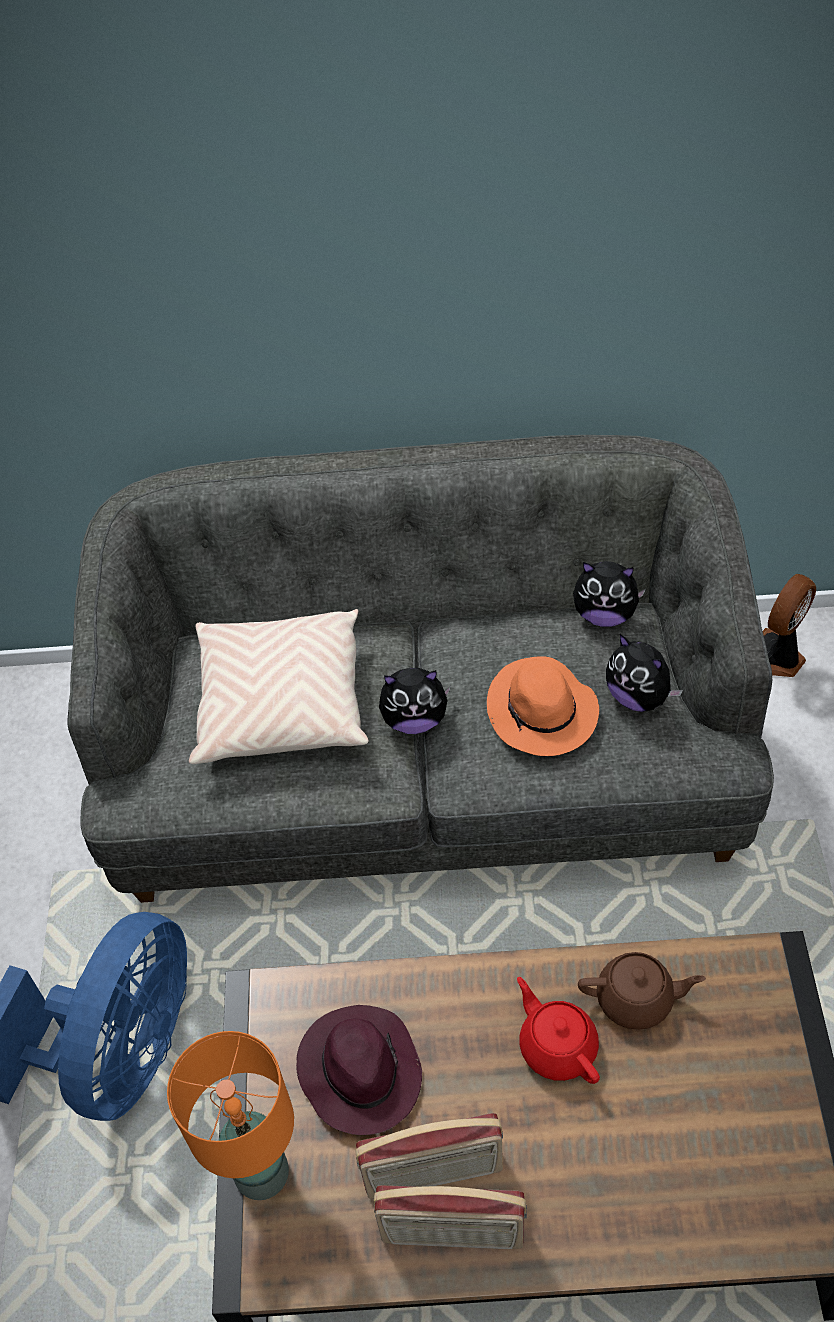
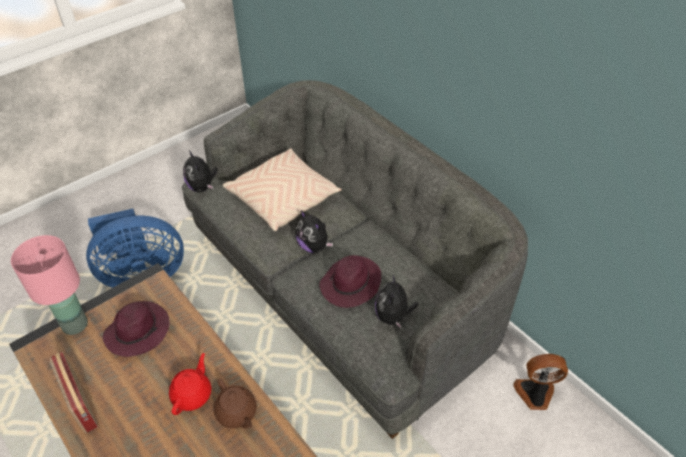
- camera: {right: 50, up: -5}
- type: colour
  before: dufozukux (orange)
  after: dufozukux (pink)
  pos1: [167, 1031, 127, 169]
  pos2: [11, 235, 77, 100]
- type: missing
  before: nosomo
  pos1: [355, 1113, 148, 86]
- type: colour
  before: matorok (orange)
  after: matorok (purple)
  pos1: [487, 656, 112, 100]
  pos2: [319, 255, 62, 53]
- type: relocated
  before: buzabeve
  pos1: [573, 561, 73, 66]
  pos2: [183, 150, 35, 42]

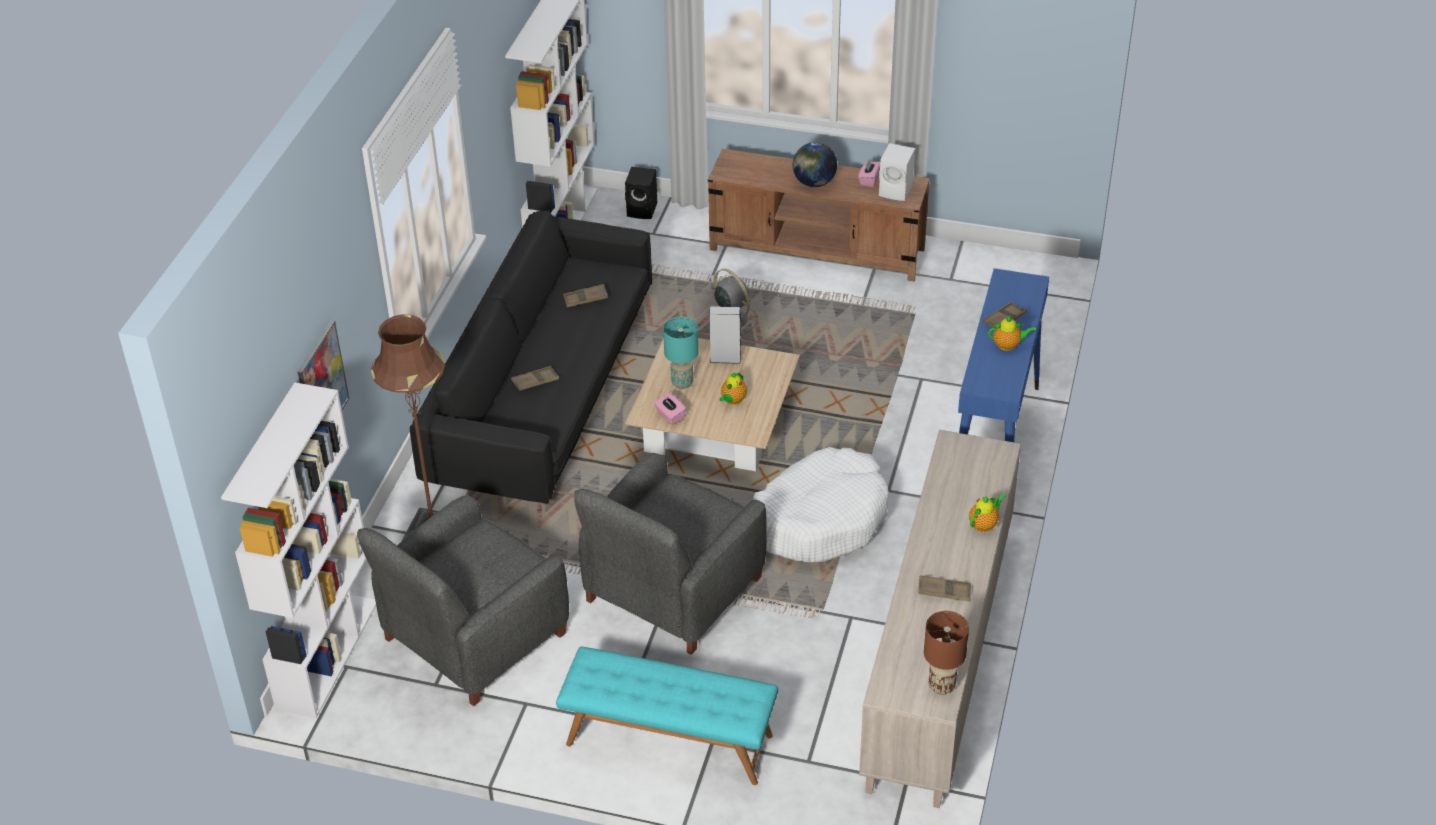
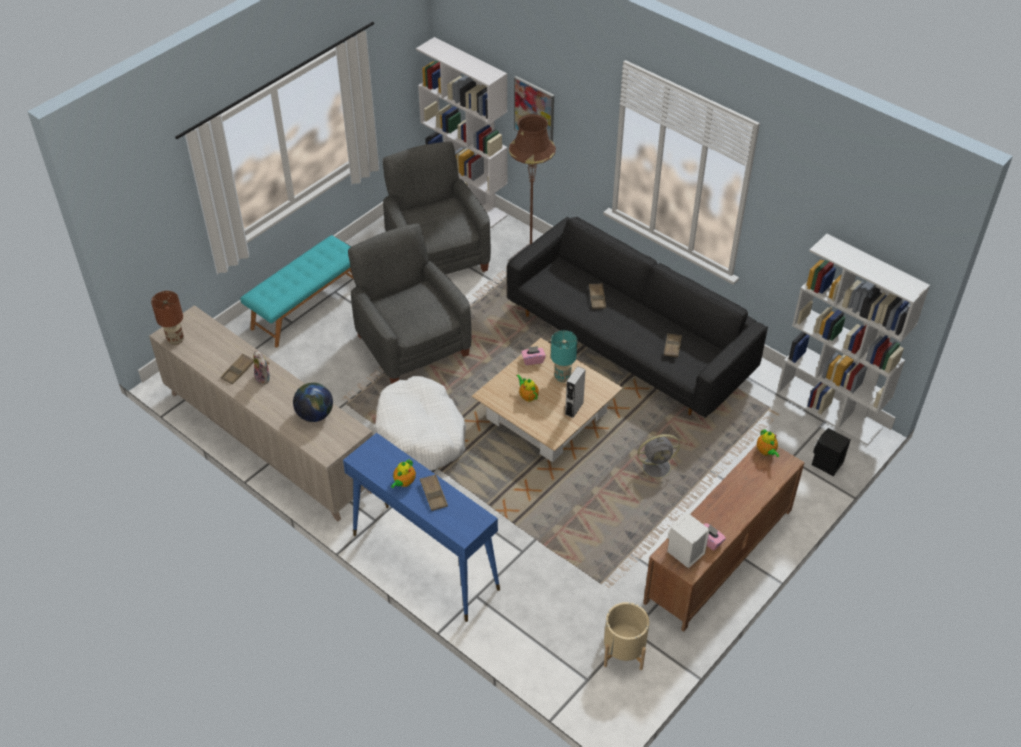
- camera: {right: 115, up: 5}
- type: relocated
  before: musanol
  pos1: [793, 142, 44, 45]
  pos2: [293, 382, 40, 40]
- type: relocated
  before: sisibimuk
  pos1: [969, 493, 37, 39]
  pos2: [757, 429, 22, 28]
- type: appeared
  after: buzabeve
  pos2: [253, 350, 17, 35]
- type: appeared
  after: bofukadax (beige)
  pos2: [604, 602, 45, 68]

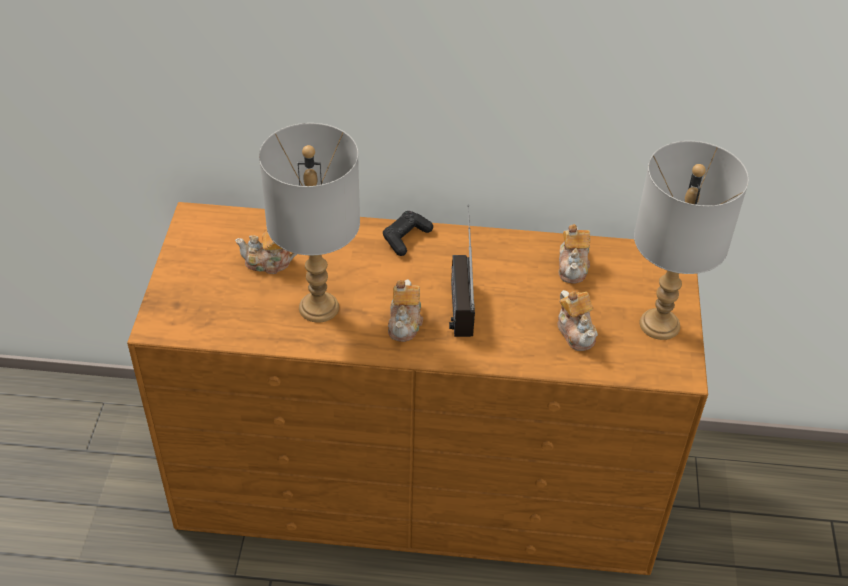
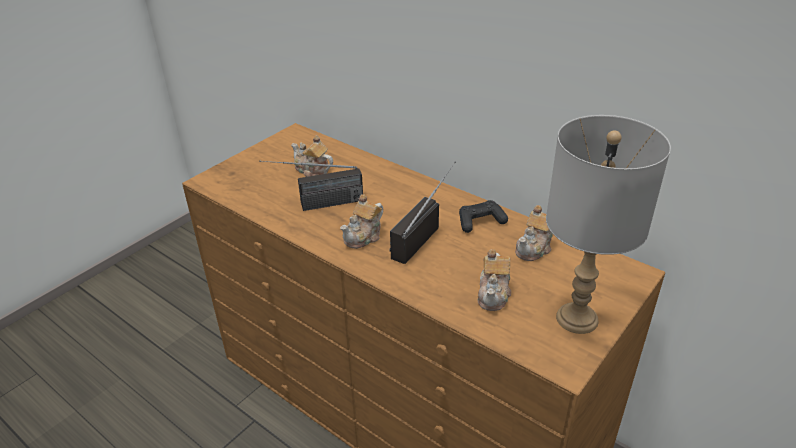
- camera: {right: 35, up: -10}
- type: exchanged
  before: dufozukux (grey)
  after: nosomo
  pos1: [259, 123, 101, 200]
  pos2: [259, 161, 104, 50]
- type: relocated
  before: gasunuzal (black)
  pos1: [383, 211, 50, 45]
  pos2: [459, 200, 49, 33]

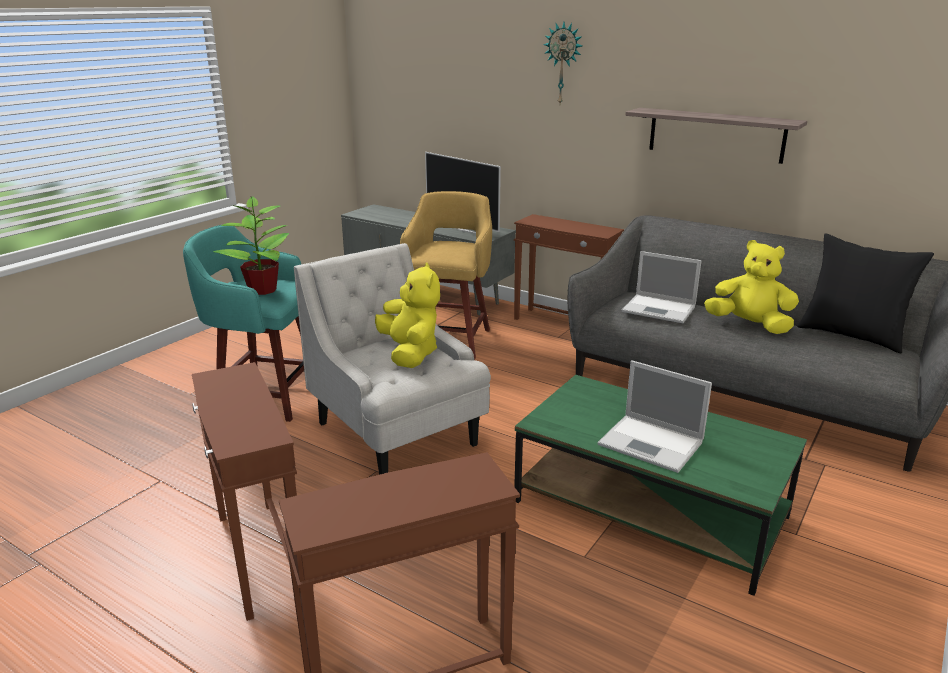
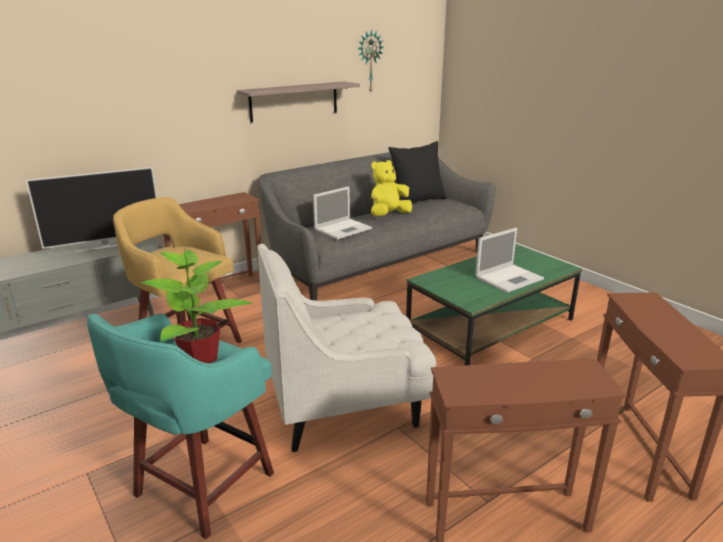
- camera: {right: -70, up: 0}
- type: missing
  before: buzabeve (yellow)
  pos1: [375, 263, 65, 105]
- type: relocated
  before: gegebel
  pos1: [543, 22, 39, 82]
  pos2: [358, 29, 26, 63]

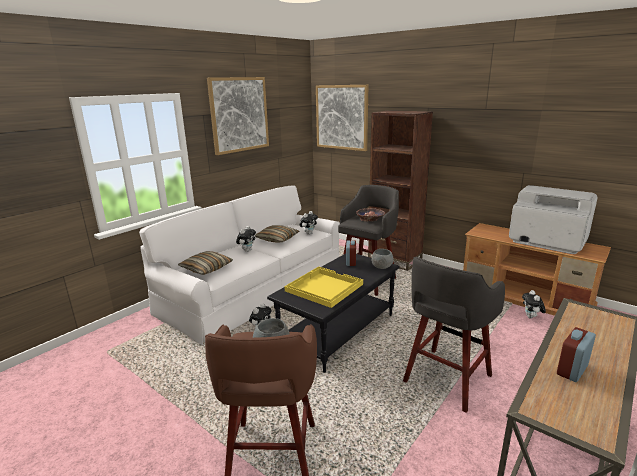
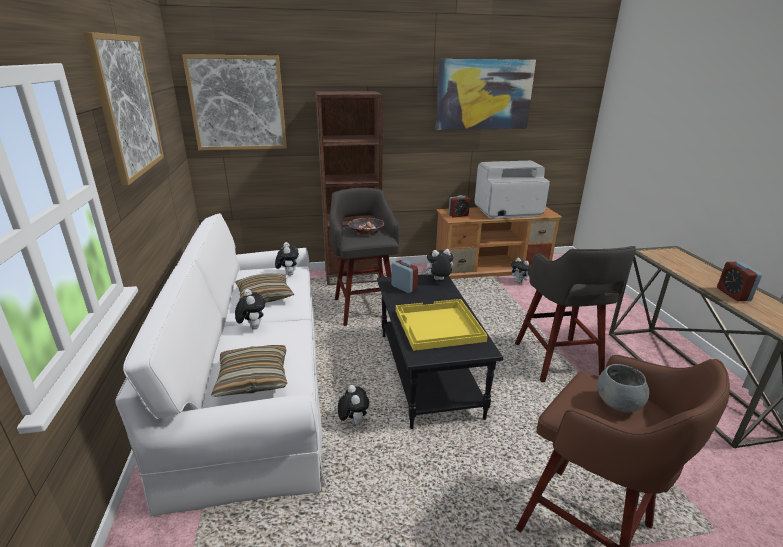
- camera: {right: -50, up: 5}
- type: exchanged
  before: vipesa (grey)
  after: buzabeve
  pos1: [371, 249, 23, 20]
  pos2: [423, 249, 31, 31]
- type: appeared
  after: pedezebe
  pos2: [436, 59, 100, 71]
- type: appeared
  after: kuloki
  pos2: [448, 195, 22, 23]

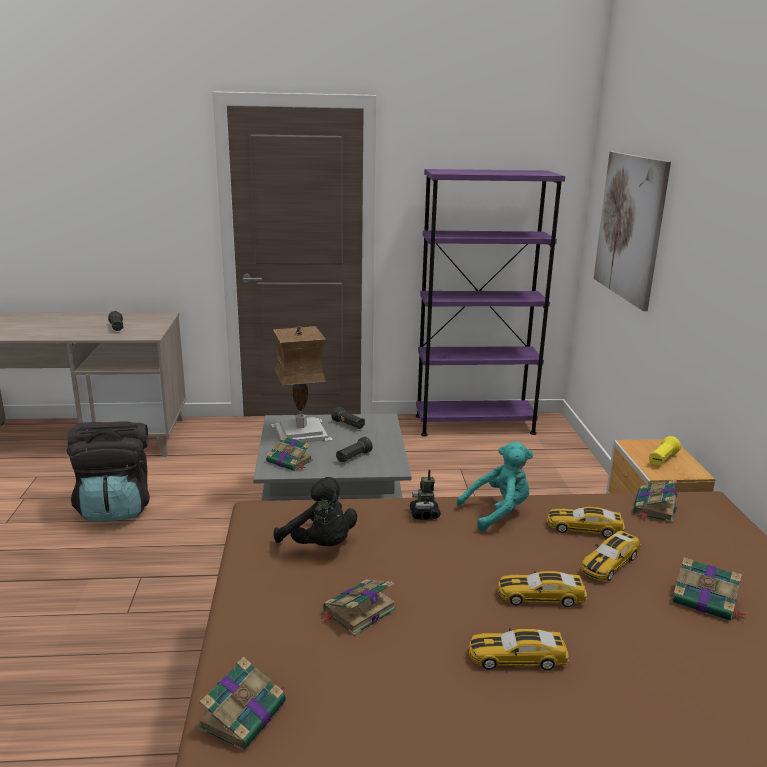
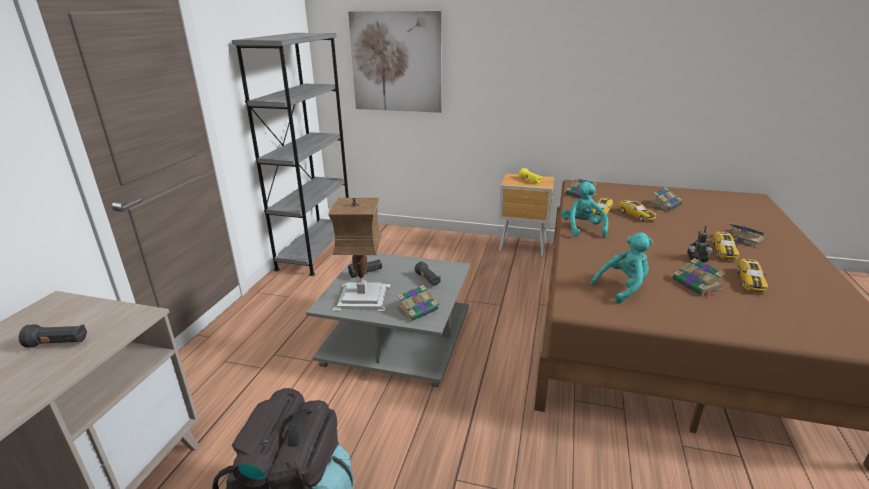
- camera: {right: -70, up: 5}
- type: relocated
  before: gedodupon
  pos1: [198, 657, 88, 94]
  pos2: [724, 223, 41, 24]
- type: colour
  before: buzabeve (black)
  after: buzabeve (turquoise)
  pos1: [274, 477, 83, 69]
  pos2: [590, 232, 63, 72]
- type: relocated
  before: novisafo
  pos1: [410, 470, 31, 50]
  pos2: [688, 226, 24, 36]
- type: colour
  before: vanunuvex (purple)
  after: vanunuvex (grey)
  pos1: [416, 169, 149, 268]
  pos2: [232, 33, 117, 243]
- type: relocated
  before: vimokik
  pos1: [498, 571, 89, 36]
  pos2: [737, 259, 31, 34]

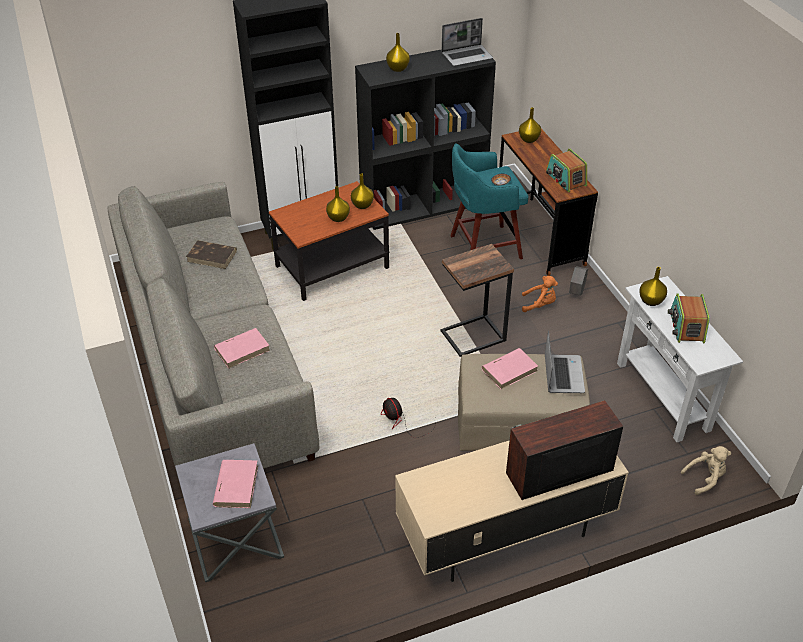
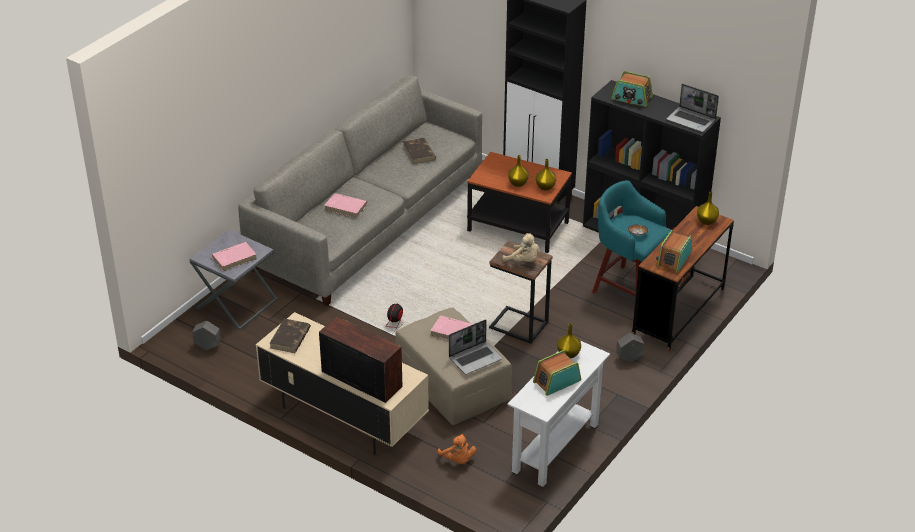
- camera: {right: 55, up: -5}
- type: exchanged
  before: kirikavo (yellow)
  after: nosomo
  pos1: [386, 33, 24, 39]
  pos2: [611, 71, 42, 36]
- type: relocated
  before: buzabeve (orange)
  pos1: [522, 276, 36, 36]
  pos2: [437, 434, 40, 30]
- type: relocated
  before: buzabeve (beige)
  pos1: [681, 446, 50, 49]
  pos2: [502, 233, 37, 29]
- type: appeared
  after: bofukadax (grey)
  pos2: [192, 321, 29, 29]
- type: appeared
  after: gedodupon (brown)
  pos2: [269, 318, 42, 35]

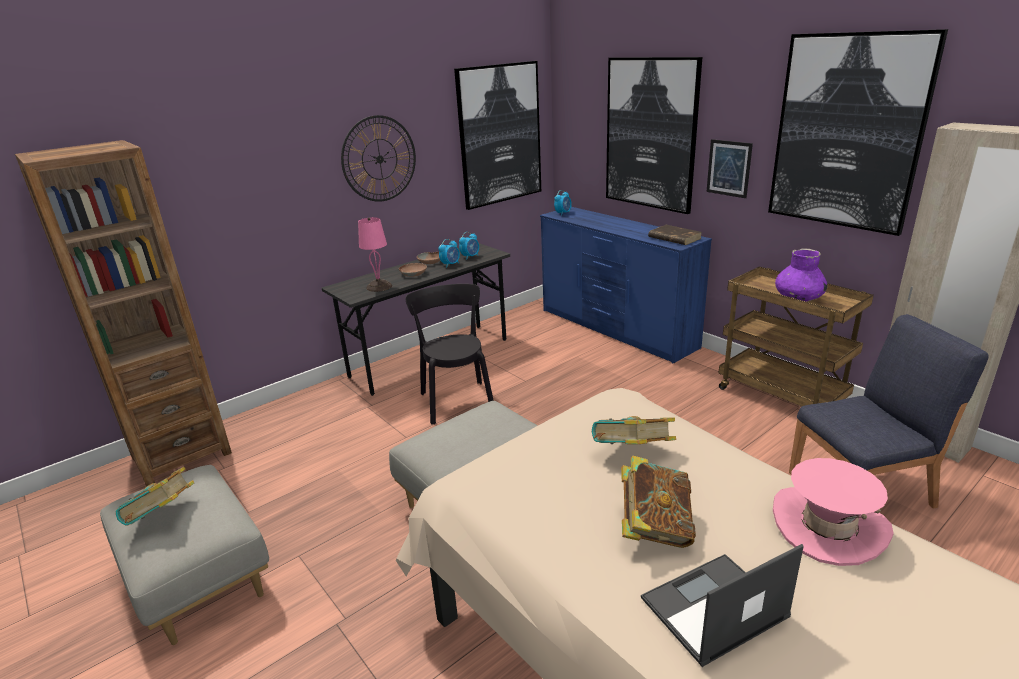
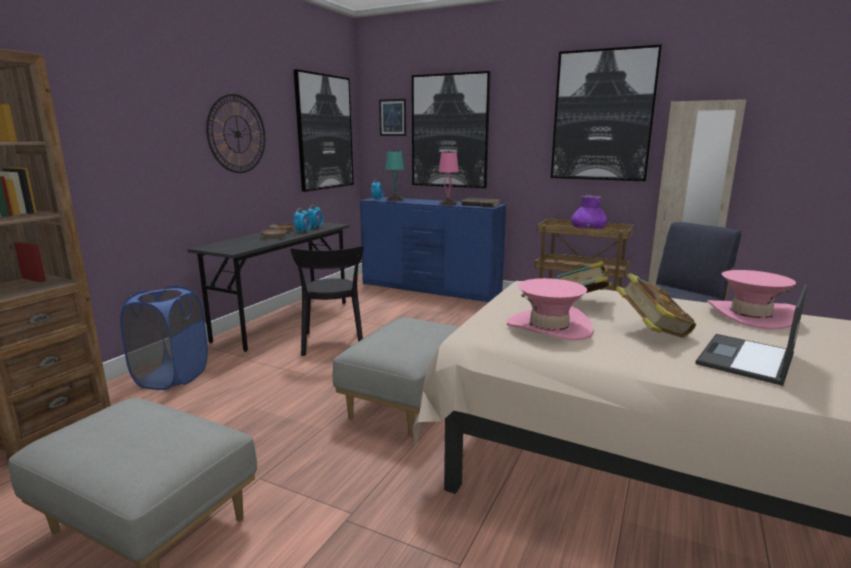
- camera: {right: -25, up: -10}
- type: missing
  before: gedodupon
  pos1: [116, 467, 79, 59]
- type: relocated
  before: dufozukux (pink)
  pos1: [358, 217, 34, 75]
  pos2: [439, 151, 20, 54]
- type: spun
  before: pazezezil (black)
  pos1: [405, 284, 89, 141]
  pos2: [291, 246, 73, 110]
  turn: -150
- type: relocated
  before: pedezebe
  pos1: [706, 139, 47, 59]
  pos2: [379, 99, 27, 37]
- type: appeared
  after: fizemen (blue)
  pos2: [120, 286, 88, 104]
- type: appeared
  after: dufozukux (turquoise)
  pos2: [385, 150, 19, 51]
- type: appeared
  after: matorok (pink)
  pos2: [507, 278, 87, 63]

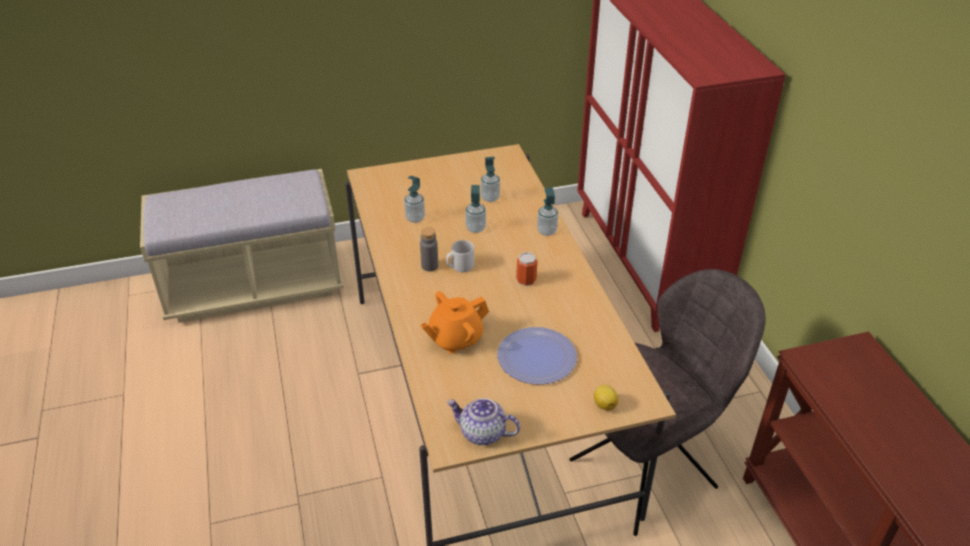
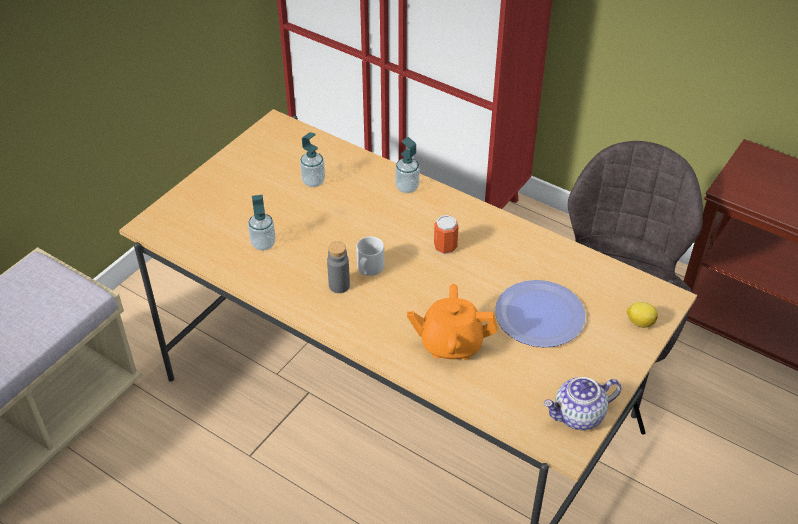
- camera: {right: -40, up: 5}
- type: spun
  before: sisibimuk (orange)
  pos1: [420, 291, 69, 63]
  pos2: [407, 284, 90, 76]
  turn: 75
- type: missing
  before: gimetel
  pos1: [465, 185, 21, 48]

